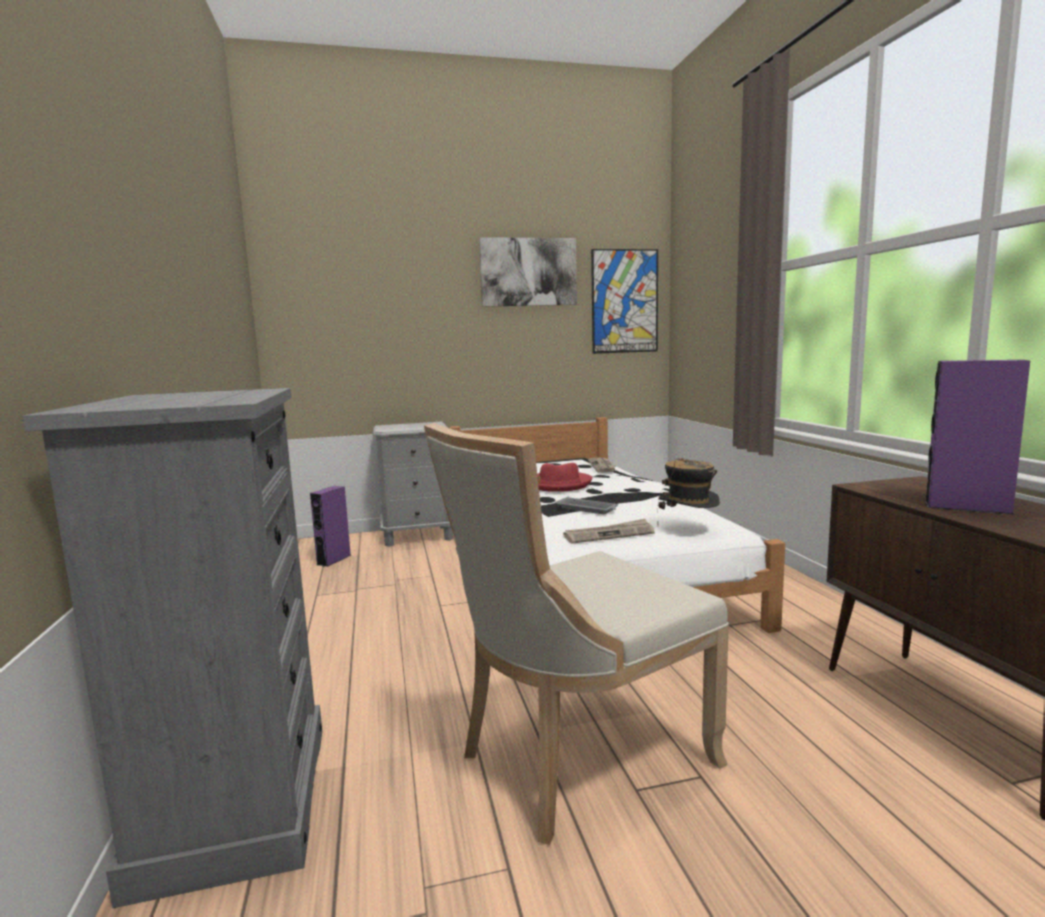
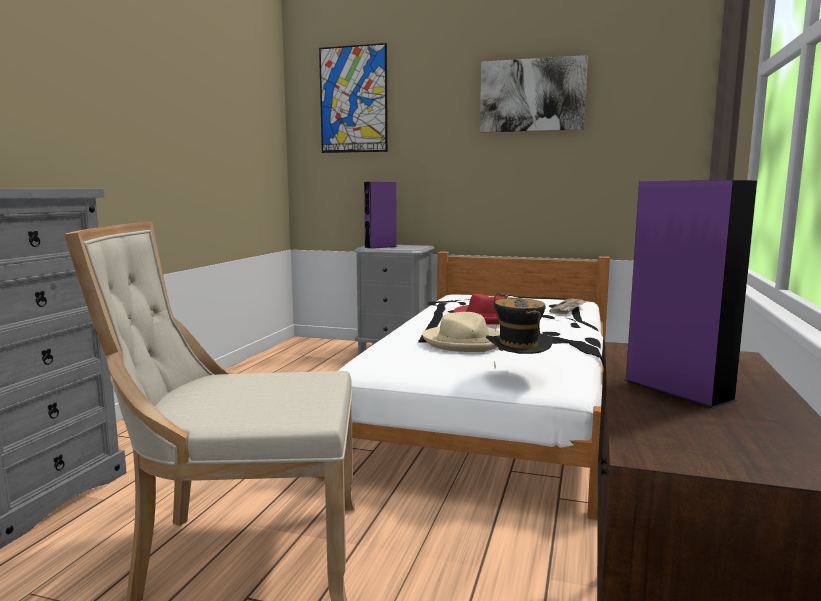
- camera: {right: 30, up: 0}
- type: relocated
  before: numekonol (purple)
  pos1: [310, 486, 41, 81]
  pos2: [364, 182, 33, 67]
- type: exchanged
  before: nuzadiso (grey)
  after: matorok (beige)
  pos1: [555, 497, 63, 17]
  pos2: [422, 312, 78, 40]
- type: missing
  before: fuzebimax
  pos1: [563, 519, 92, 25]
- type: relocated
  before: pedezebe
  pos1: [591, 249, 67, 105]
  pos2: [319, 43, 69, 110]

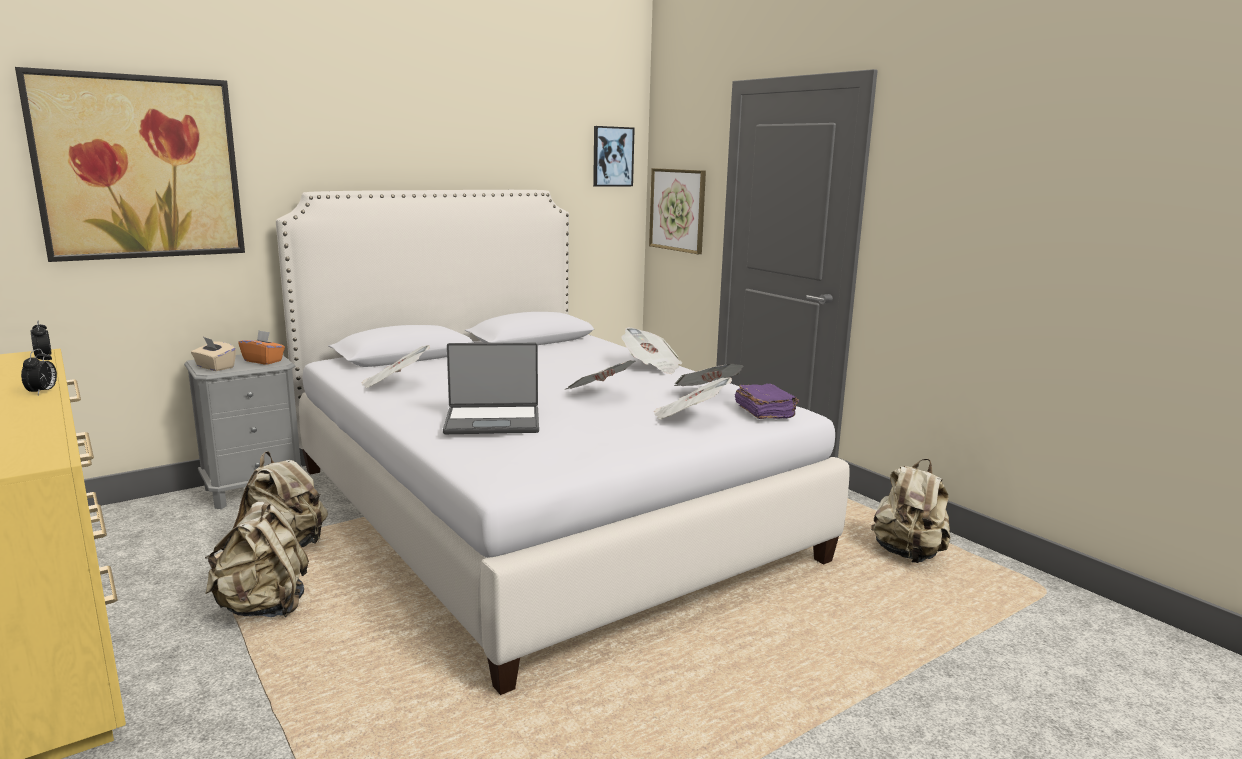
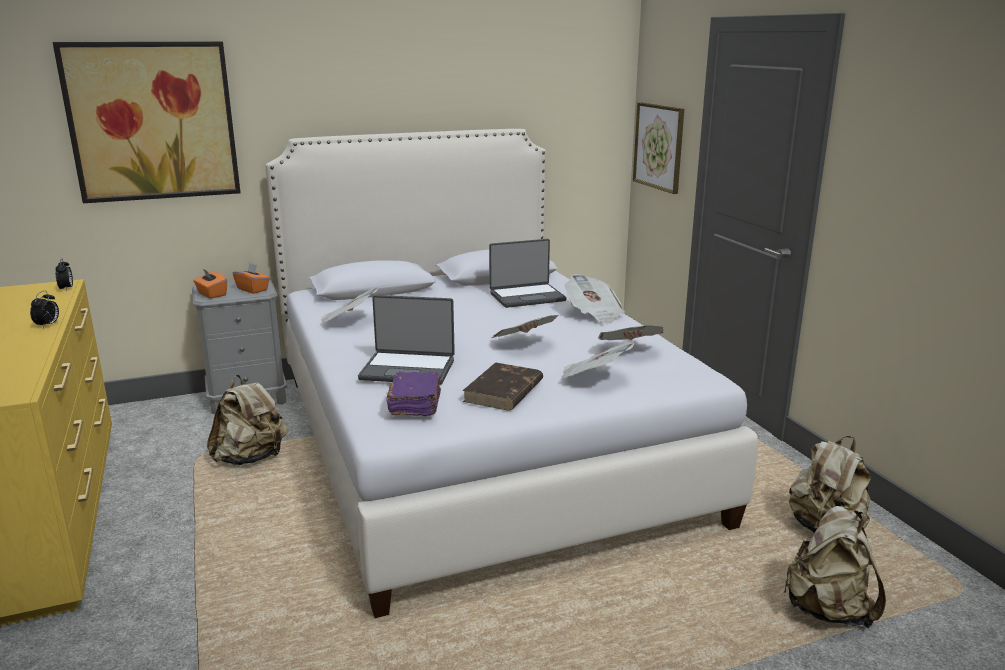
- camera: {right: 15, up: 5}
- type: colour
  before: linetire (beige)
  after: linetire (orange)
  pos1: [191, 337, 45, 34]
  pos2: [193, 269, 34, 30]
- type: relocated
  before: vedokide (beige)
  pos1: [205, 502, 104, 115]
  pos2: [783, 506, 103, 122]
- type: missing
  before: pedezebe
  pos1: [593, 126, 42, 61]
- type: relocated
  before: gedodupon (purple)
  pos1: [735, 384, 64, 35]
  pos2: [386, 372, 55, 44]
- type: appeared
  after: gedodupon (brown)
  pos2: [463, 362, 80, 49]
- type: appeared
  after: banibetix
  pos2: [489, 239, 78, 69]

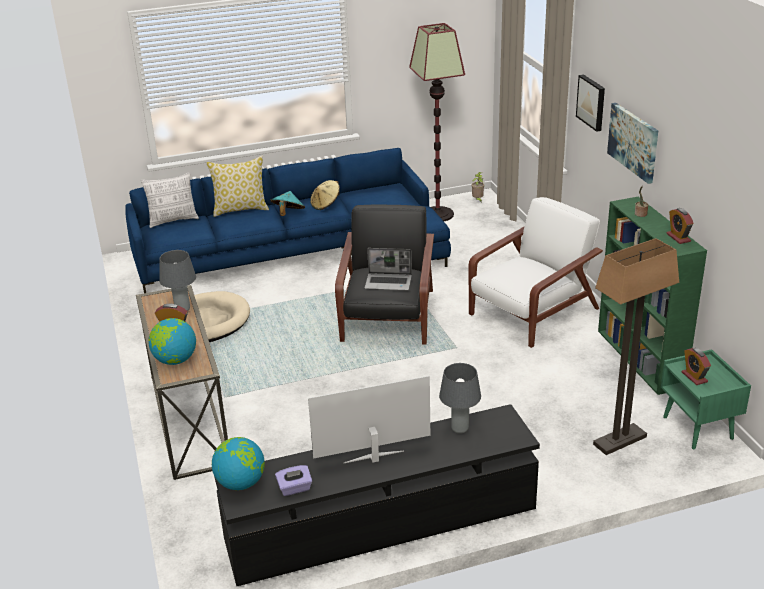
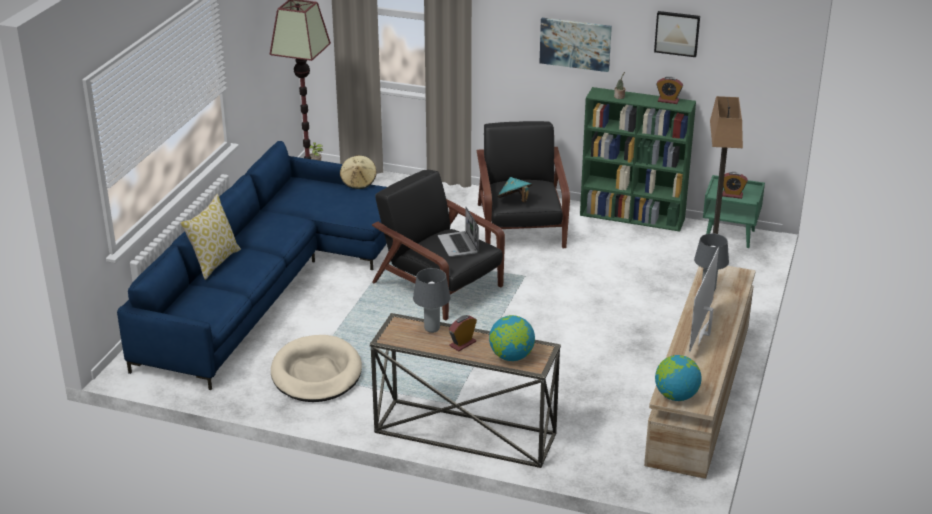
- camera: {right: -55, up: 0}
- type: missing
  before: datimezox
  pos1: [141, 173, 58, 55]
- type: colour
  before: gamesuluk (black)
  after: gamesuluk (beige)
  pos1: [214, 404, 326, 182]
  pos2: [644, 266, 112, 213]
- type: relocated
  before: matorok (turquoise)
  pos1: [270, 191, 35, 25]
  pos2: [497, 177, 35, 25]
- type: missing
  before: linetire (purple)
  pos1: [275, 465, 37, 31]
- type: relocated
  before: matorok (beige)
  pos1: [310, 180, 30, 30]
  pos2: [340, 155, 37, 34]
- type: spun
  before: banibetix
  pos1: [365, 248, 47, 42]
  pos2: [438, 207, 41, 50]
  turn: 120
- type: colour
  before: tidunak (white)
  after: tidunak (black)
  pos1: [469, 197, 134, 151]
  pos2: [477, 121, 93, 127]
- type: relocated
  before: pedezebe
  pos1: [576, 74, 29, 58]
  pos2: [654, 11, 46, 46]

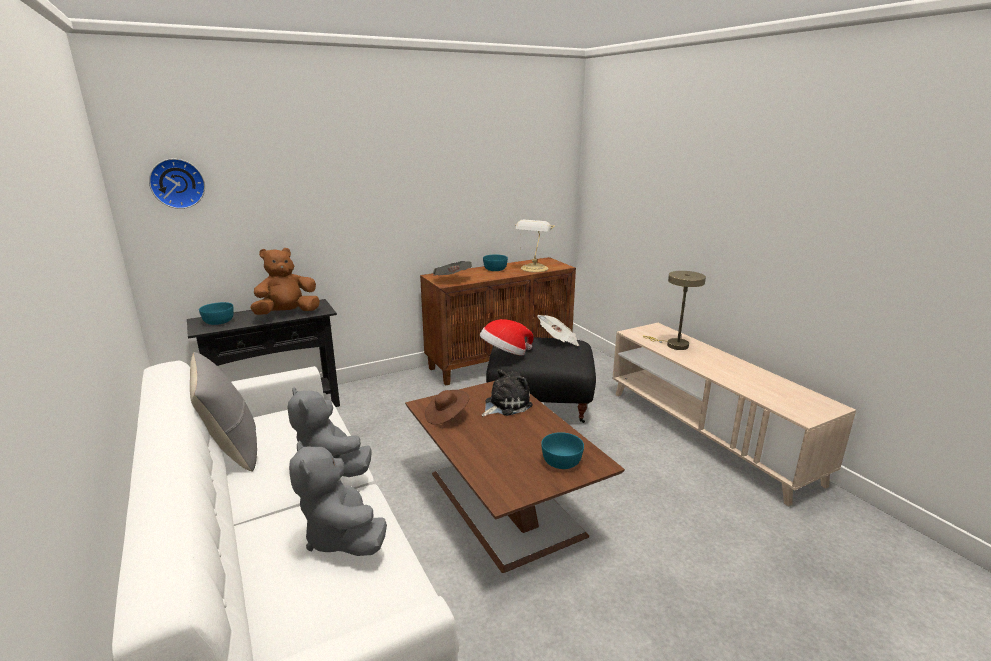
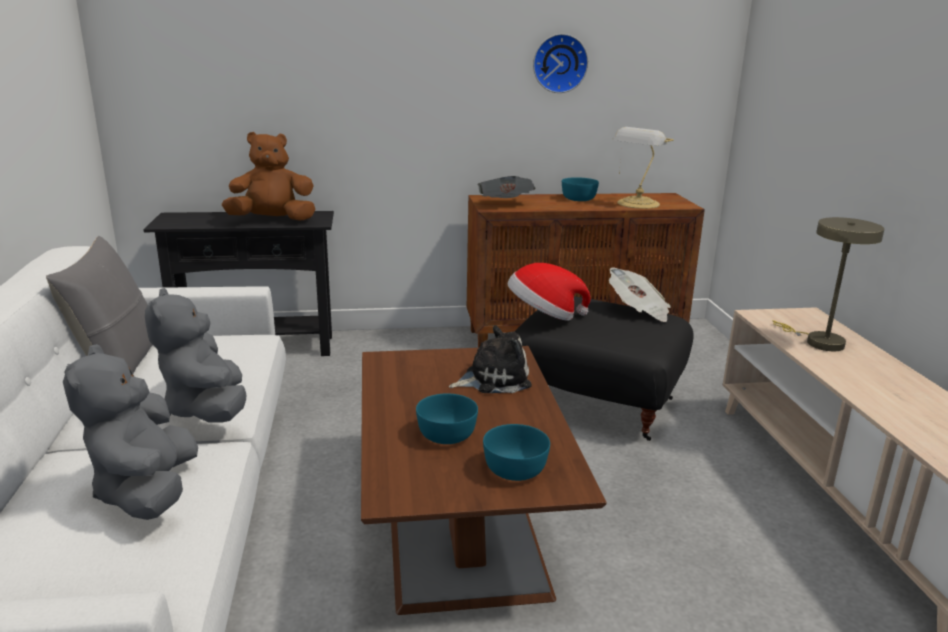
- camera: {right: 20, up: 0}
- type: relocated
  before: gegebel
  pos1: [149, 158, 56, 51]
  pos2: [533, 34, 55, 59]
- type: relocated
  before: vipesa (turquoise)
  pos1: [199, 302, 35, 23]
  pos2: [416, 393, 62, 51]
- type: missing
  before: matorok (brown)
  pos1: [425, 390, 44, 35]

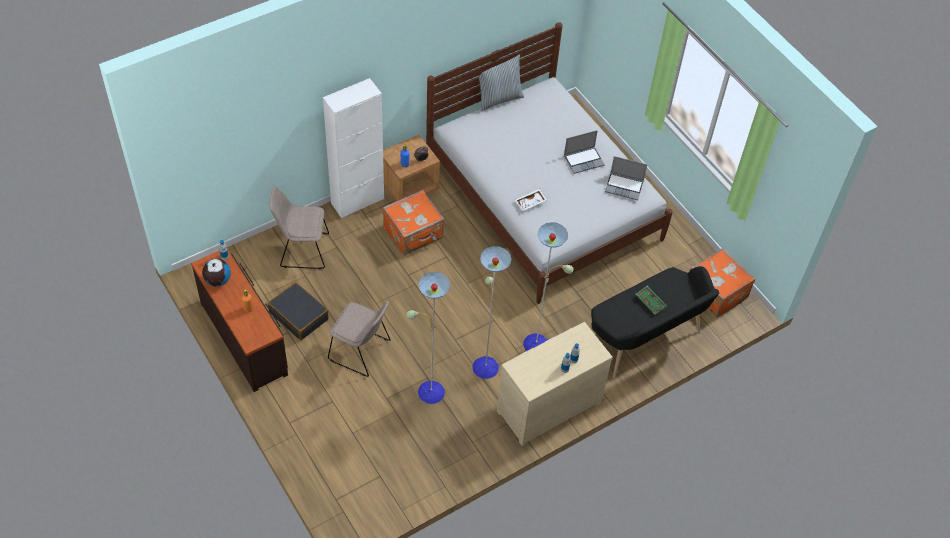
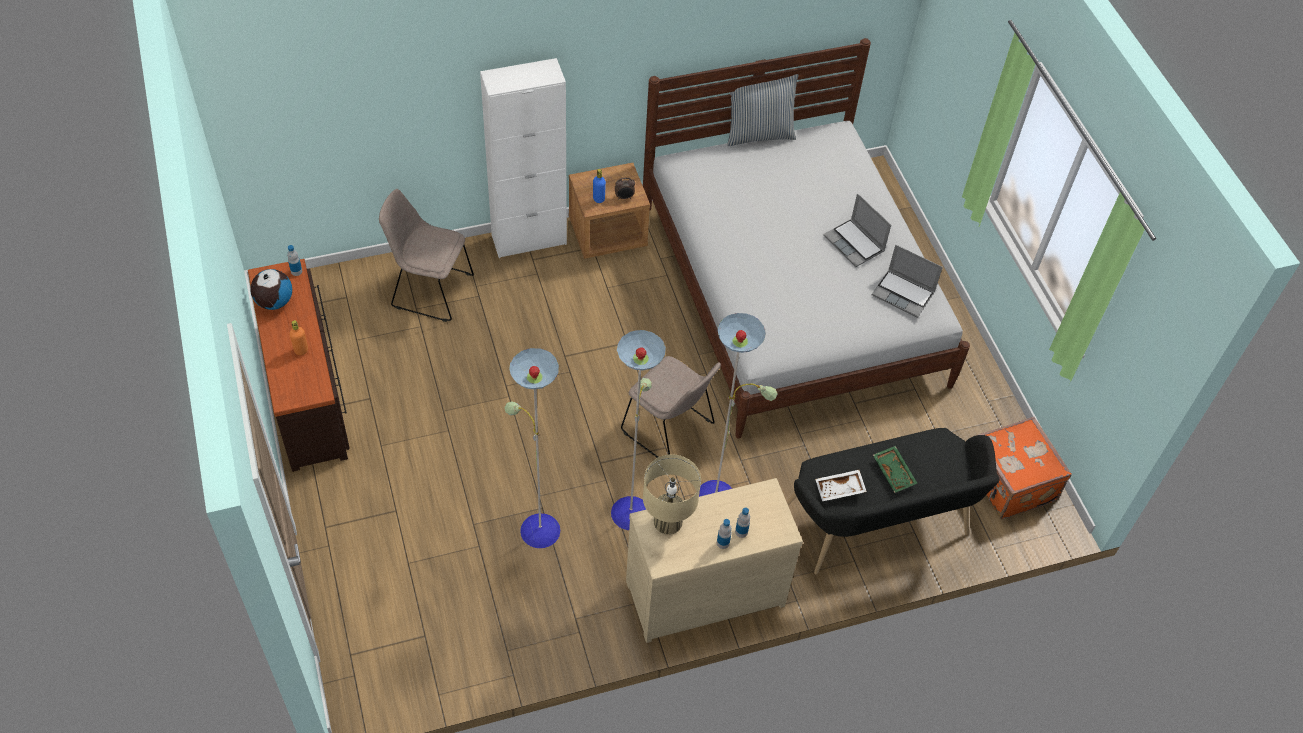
- camera: {right: 15, up: 0}
- type: missing
  before: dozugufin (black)
  pos1: [268, 282, 61, 58]
- type: relocated
  before: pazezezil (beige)
  pos1: [328, 301, 63, 76]
  pos2: [621, 356, 100, 102]
- type: missing
  before: dozugufin (orange)
  pos1: [383, 190, 61, 65]
- type: relocated
  before: nuzadiso (white)
  pos1: [515, 189, 32, 22]
  pos2: [815, 470, 52, 31]
- type: spun
  before: banibetix
  pos1: [564, 130, 41, 44]
  pos2: [823, 193, 68, 74]
  turn: 60
- type: appeared
  after: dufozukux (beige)
  pos2: [643, 455, 58, 80]

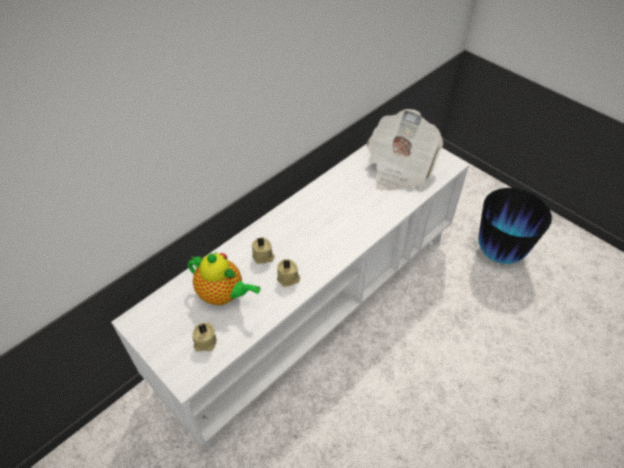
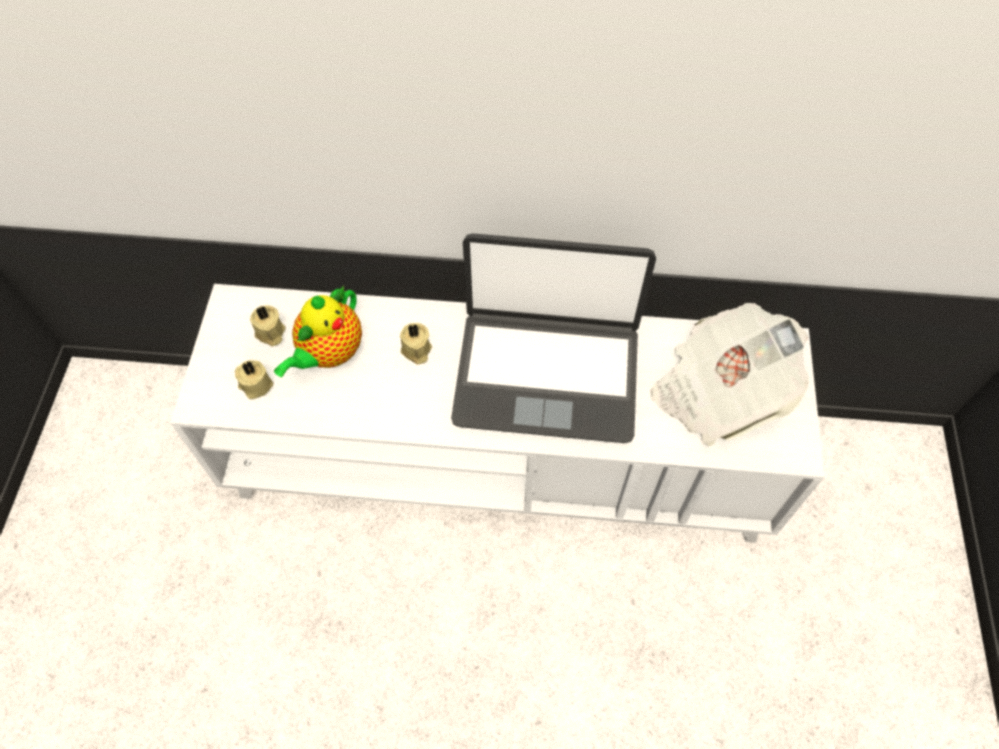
- camera: {right: 50, up: 10}
- type: spun
  before: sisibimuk
  pos1: [188, 252, 73, 53]
  pos2: [274, 286, 88, 91]
  turn: 45
- type: relocated
  before: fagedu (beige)
  pos1: [277, 259, 23, 28]
  pos2: [250, 305, 36, 41]
- type: missing
  before: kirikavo
  pos1: [478, 188, 74, 76]
- type: appeared
  after: banibetix
  pos2: [451, 233, 205, 210]

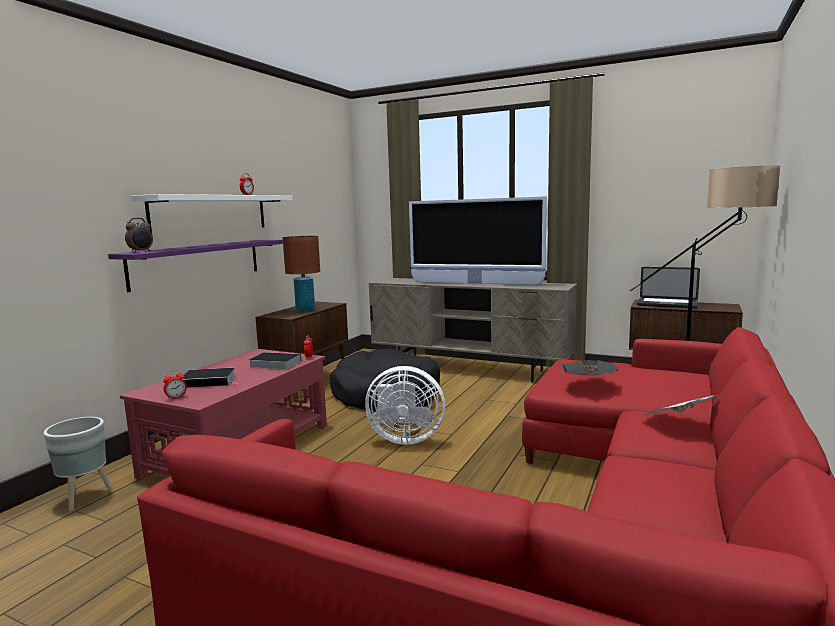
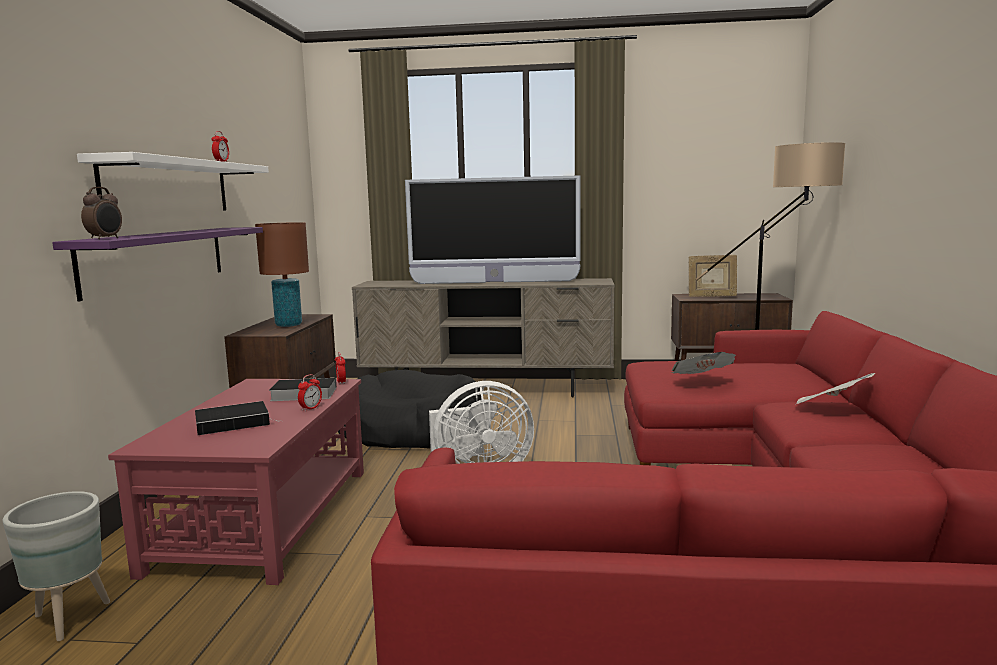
- camera: {right: -20, up: 0}
- type: relocated
  before: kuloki
  pos1: [163, 370, 24, 30]
  pos2: [298, 374, 24, 37]
- type: exchanged
  before: banibetix
  after: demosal
  pos1: [637, 267, 63, 42]
  pos2: [689, 255, 48, 42]

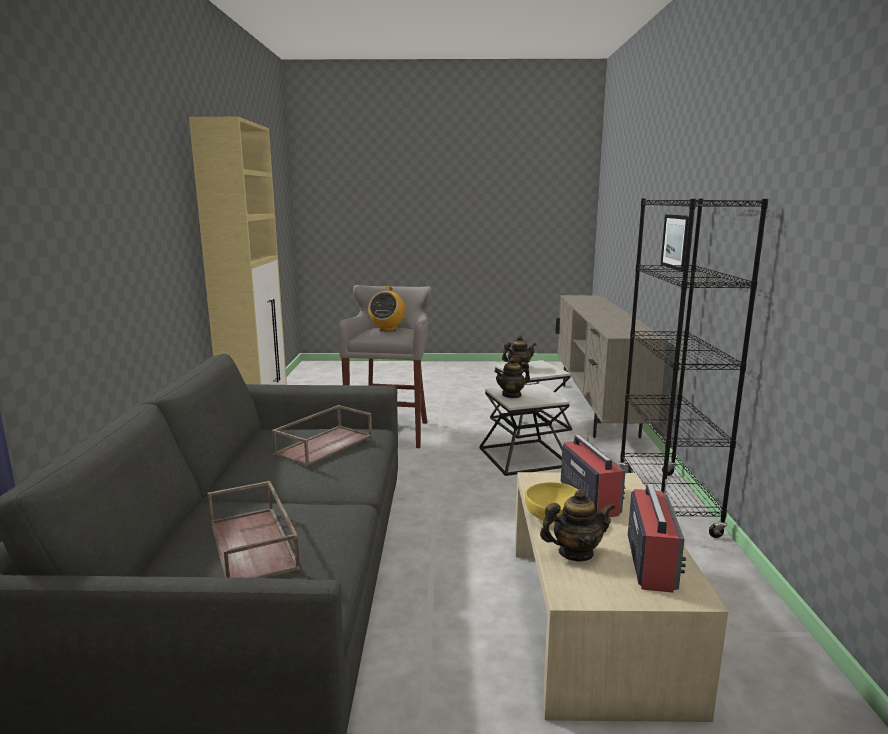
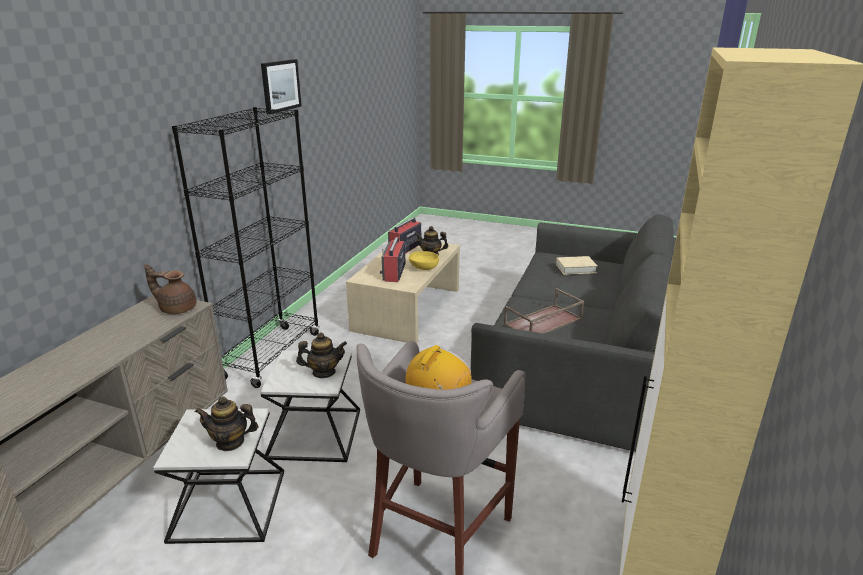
- camera: {right: -160, up: 10}
- type: exchanged
  before: nuzadiso (brown)
  after: gedodupon (beige)
  pos1: [208, 481, 92, 97]
  pos2: [556, 256, 41, 19]
- type: relocated
  before: pedezebe
  pos1: [660, 214, 29, 57]
  pos2: [261, 59, 41, 55]
- type: appeared
  after: sisibimuk (brown)
  pos2: [144, 264, 53, 50]

